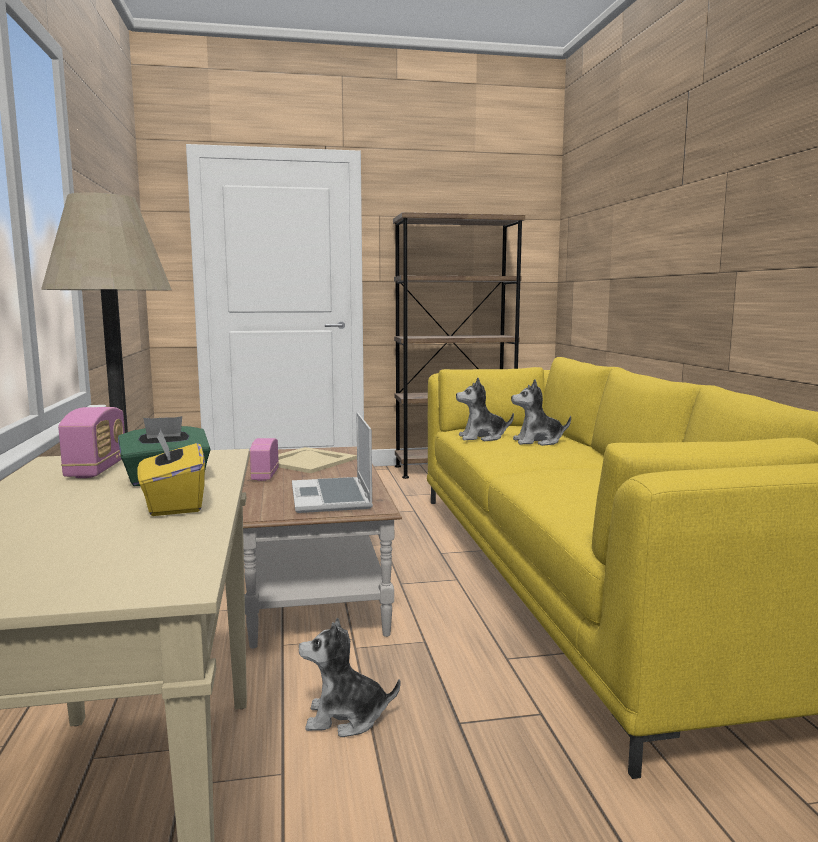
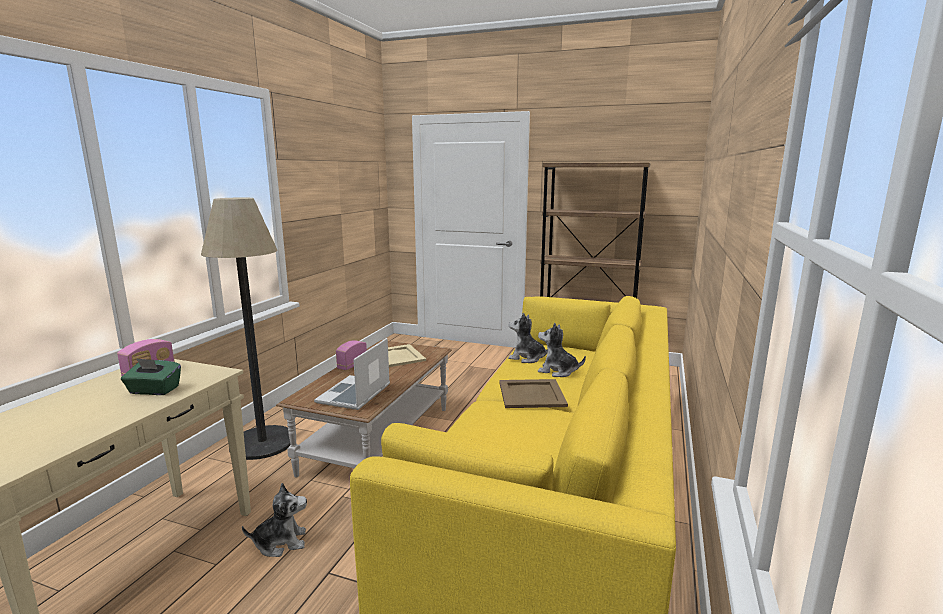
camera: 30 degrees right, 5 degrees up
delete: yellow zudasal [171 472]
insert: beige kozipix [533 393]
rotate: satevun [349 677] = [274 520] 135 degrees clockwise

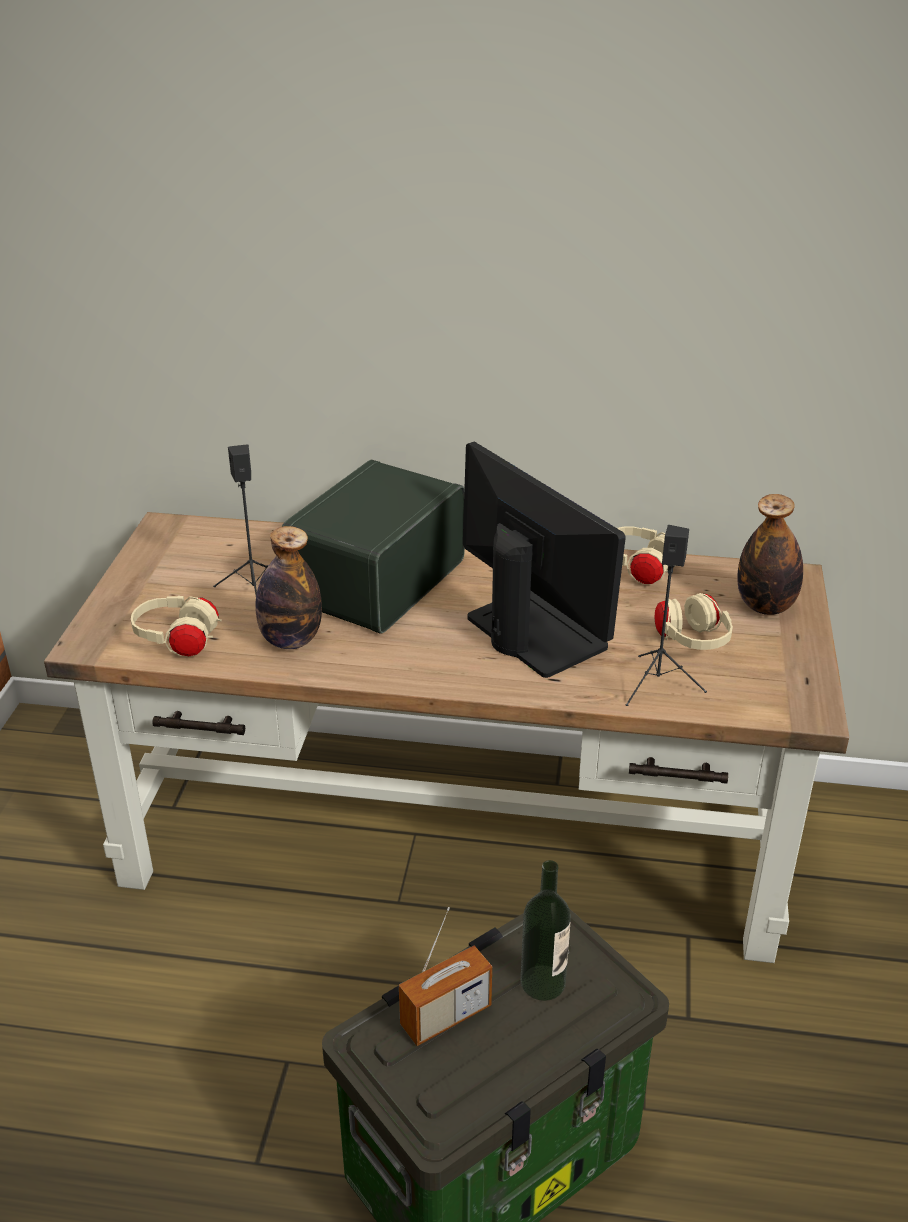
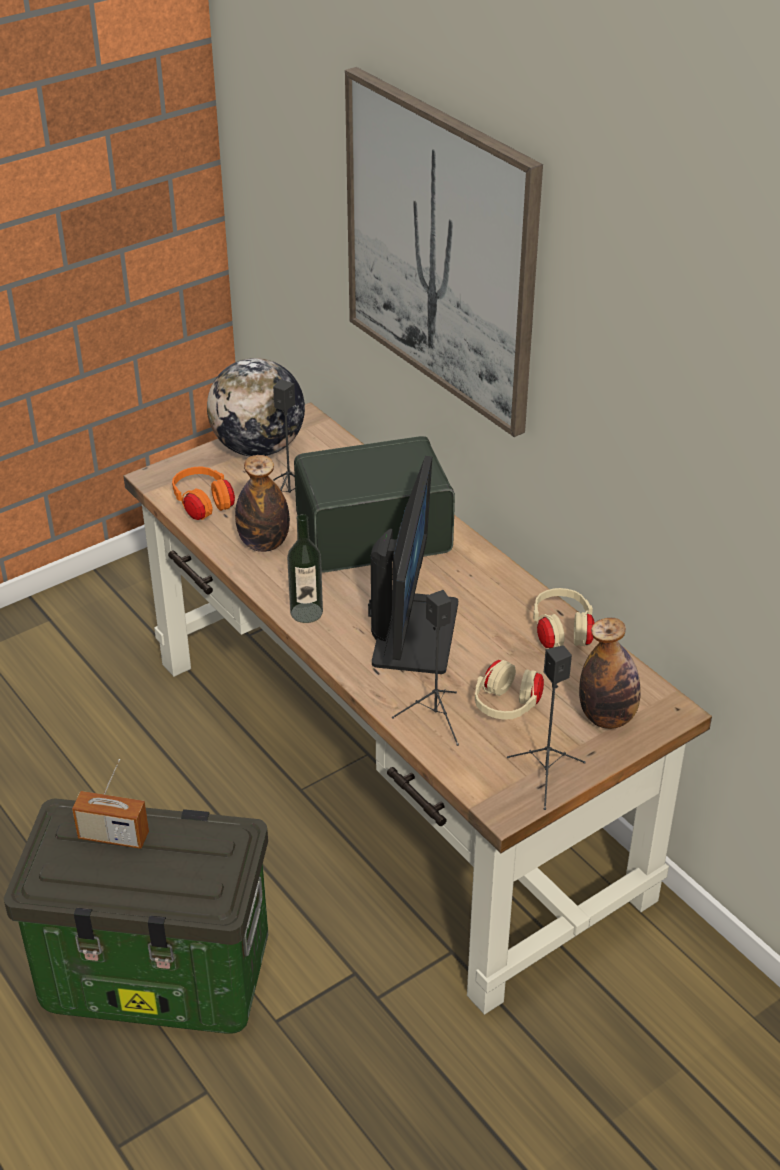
camera: 45 degrees right, 5 degrees up
insert: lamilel [256 407]; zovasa [444 252]; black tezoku [546 727]
move: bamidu [545 930] to [305 568]
recolor: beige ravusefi [176 626] to orange ravusefi [203 493]

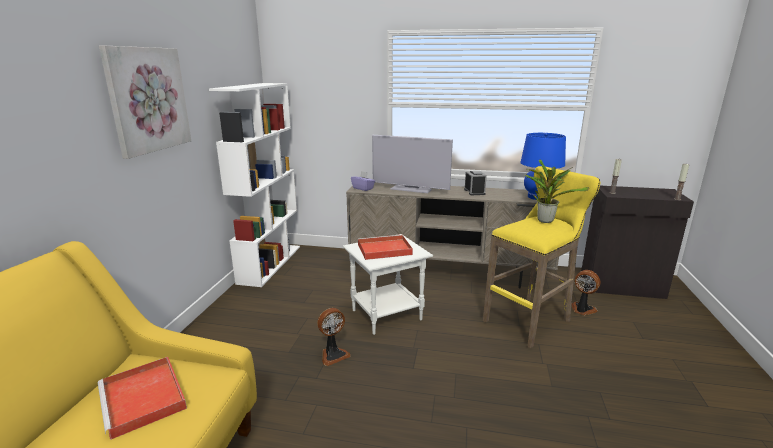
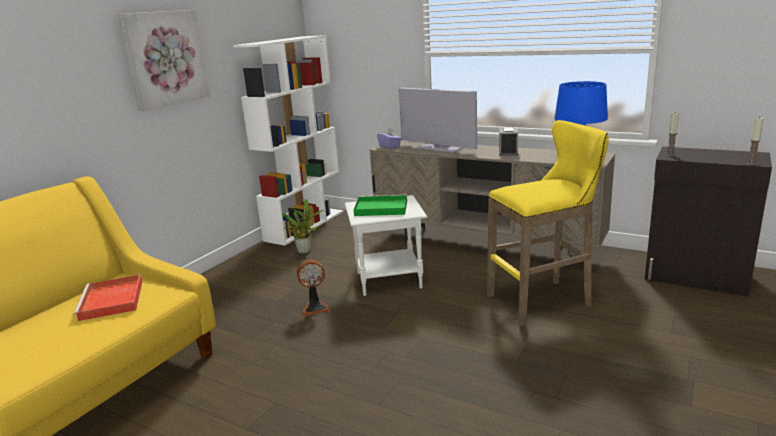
camera: 20 degrees right, 0 degrees up
delete: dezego [586 292]
move: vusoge [557 191] to [303 226]
recolor: red kozipix [385 247] to green kozipix [380 205]

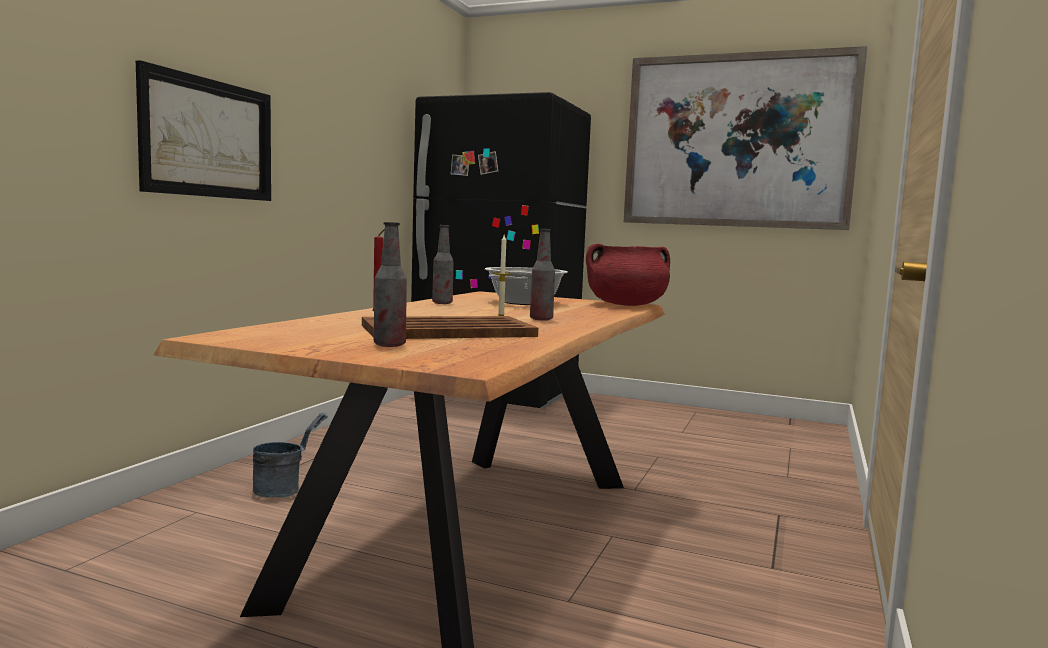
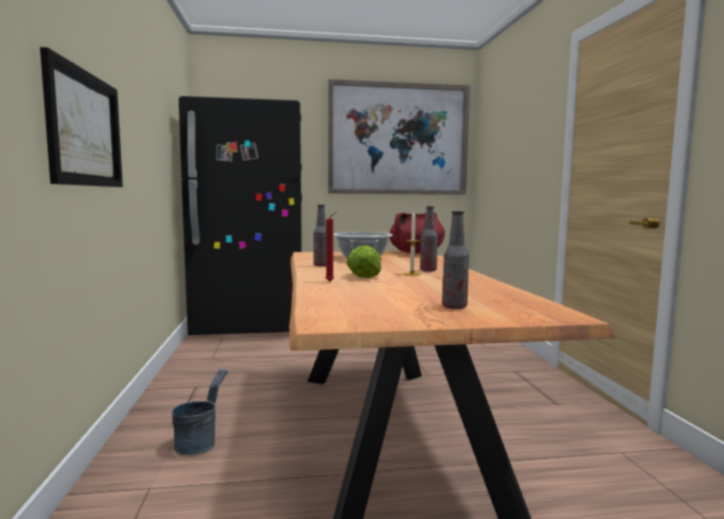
camera: 30 degrees left, 0 degrees up
delete: brown kozipix [450 327]
insert: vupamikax [363 262]

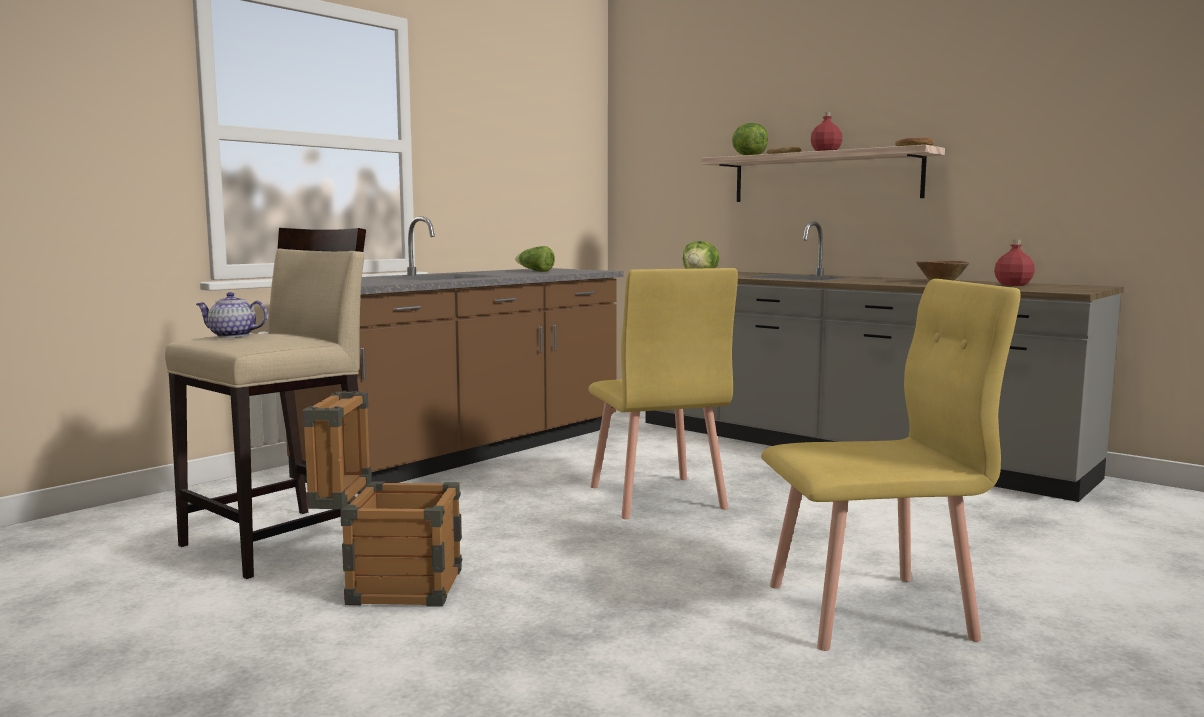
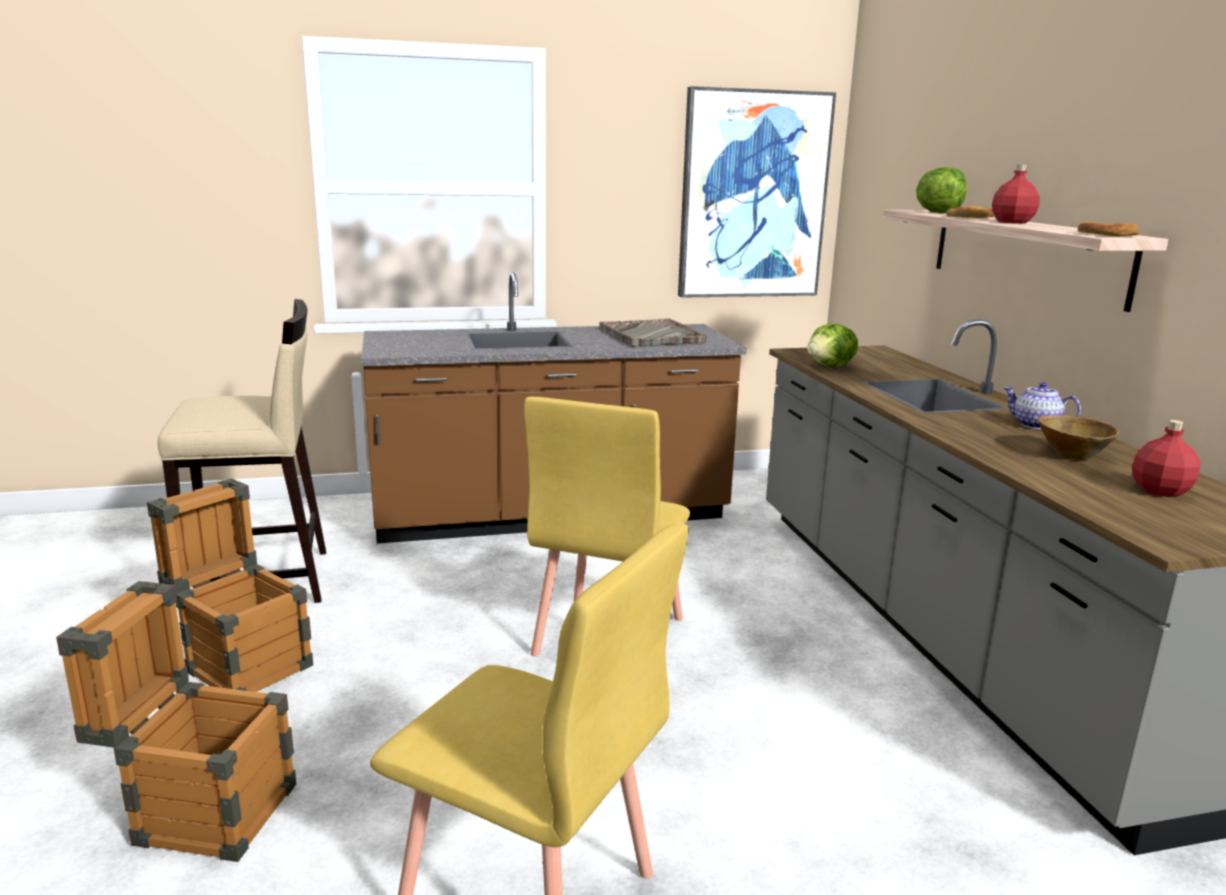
camera: 35 degrees right, 10 degrees up
insert: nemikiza [176 721]; zovasa [757 192]
move: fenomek [232 315] to [1042 406]
replace: vupamikax [535 259] to grey kozipix [652 332]

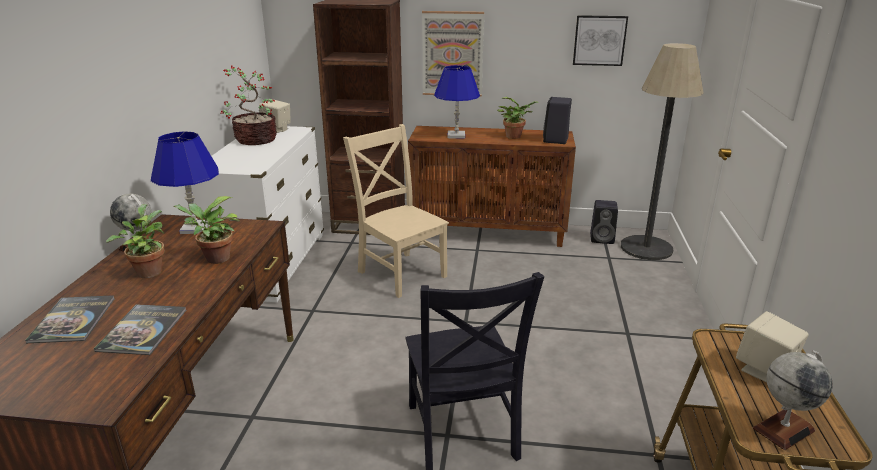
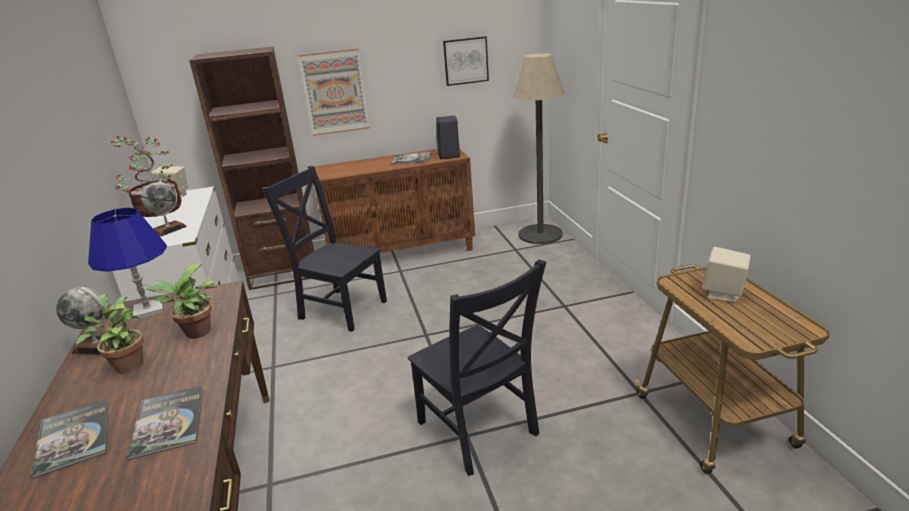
camera: 20 degrees left, 0 degrees up
delete: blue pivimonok [457 101]; black tezoku [604 222]
move: lamilel [793 400] to [164 208]
replace: vusoge [518 118] to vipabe [411 158]
recolor: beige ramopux [396 211] to black ramopux [324 249]

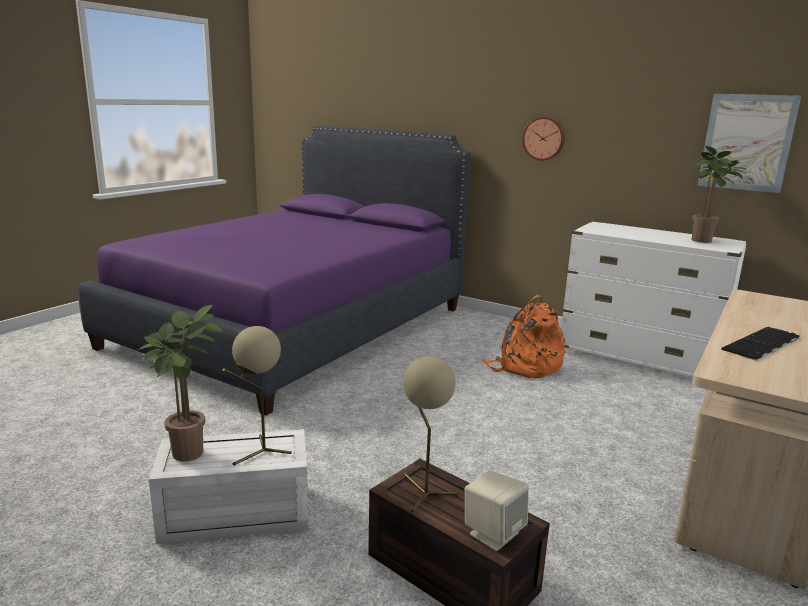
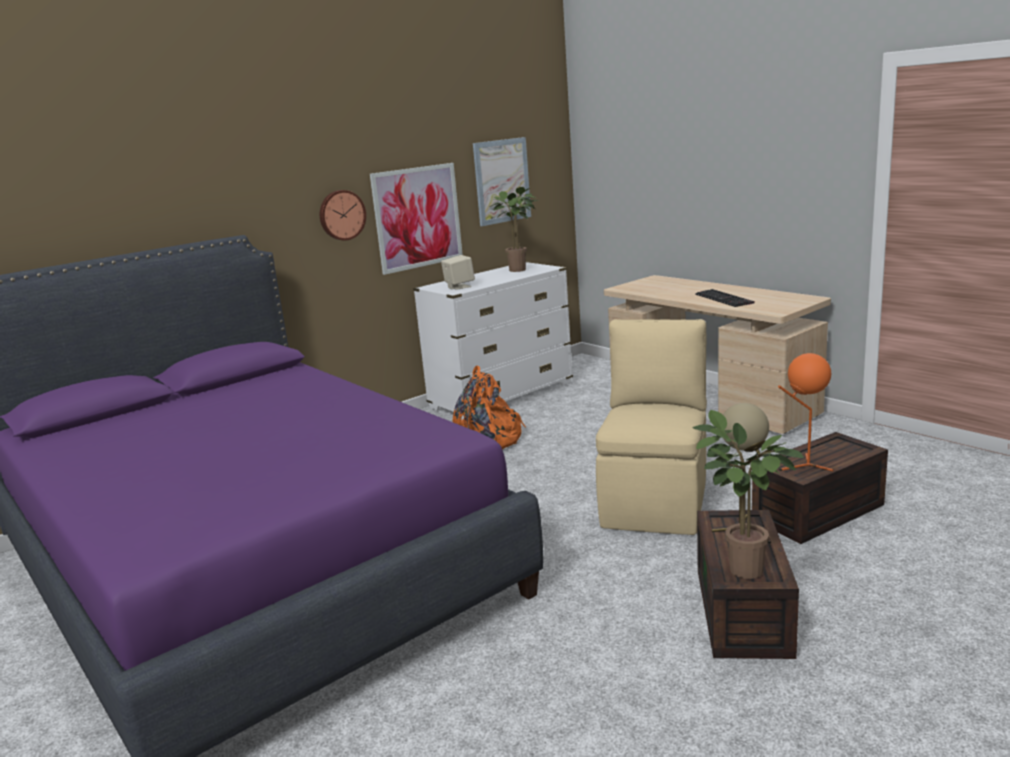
camera: 70 degrees left, 0 degrees up
insert: zovasa [416 219]; beige ramopux [651 427]
move: beige tezoku [497 510] to [458 272]
recolor: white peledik [228 486] to brown peledik [748 584]; beige pivimonok [430 434] to orange pivimonok [805 412]

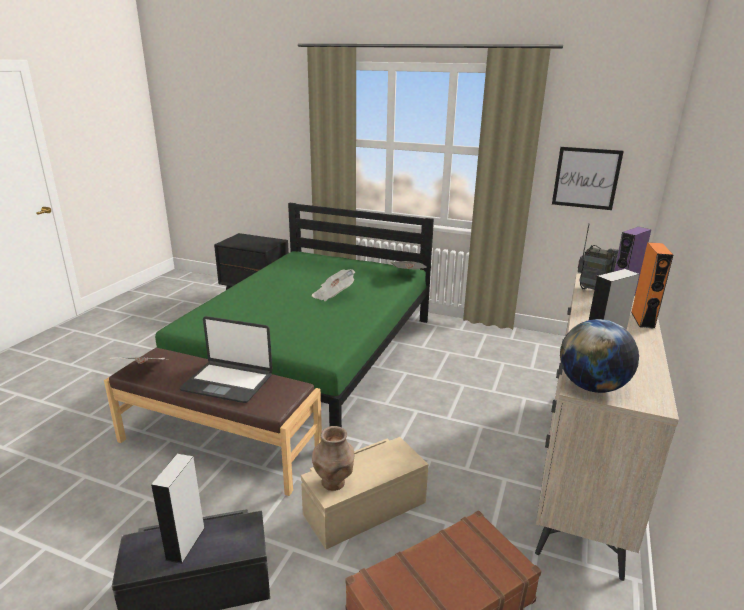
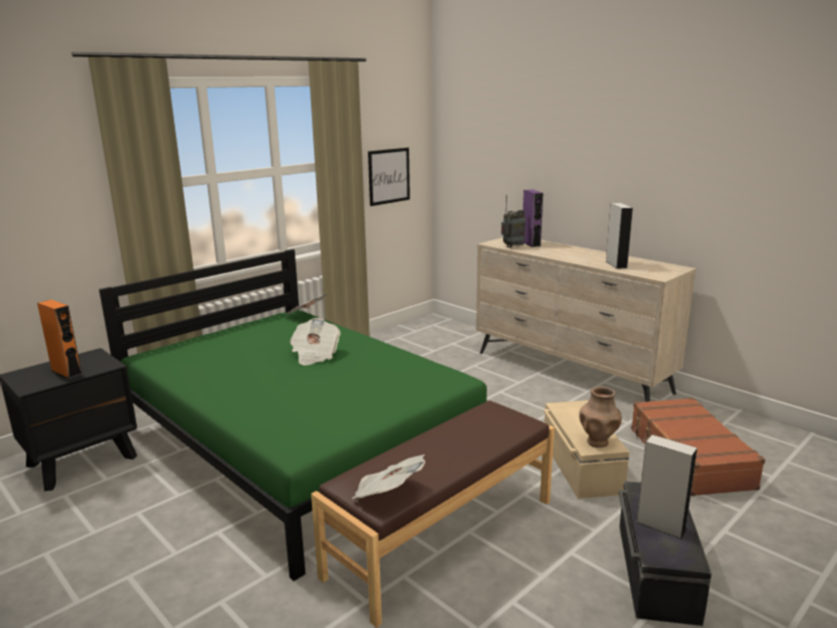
camera: 65 degrees left, 5 degrees down
delete: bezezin [226 359]; lamilel [599 356]
move: orange tezoku [652 285] to [59 339]

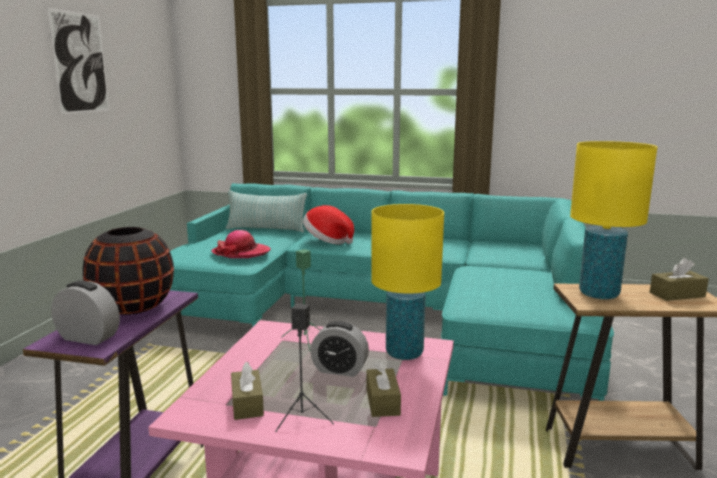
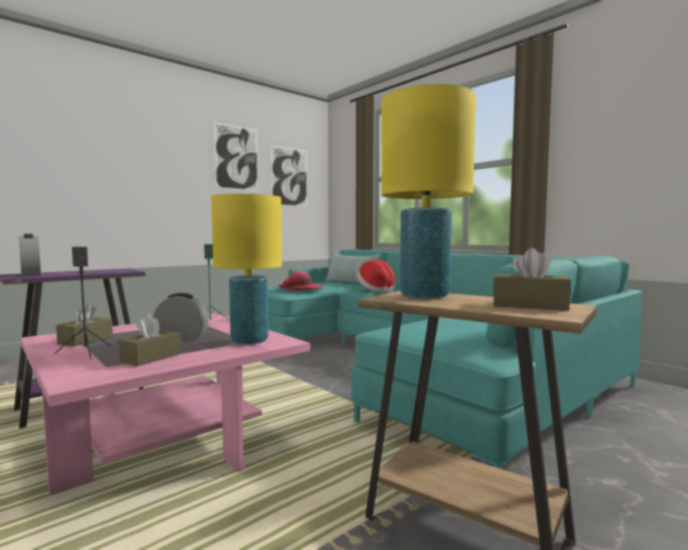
camera: 35 degrees right, 10 degrees down
delete: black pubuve [128 271]
insert: zovasa [289 176]
rotate: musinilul [339 349] = [181 317] 135 degrees clockwise

